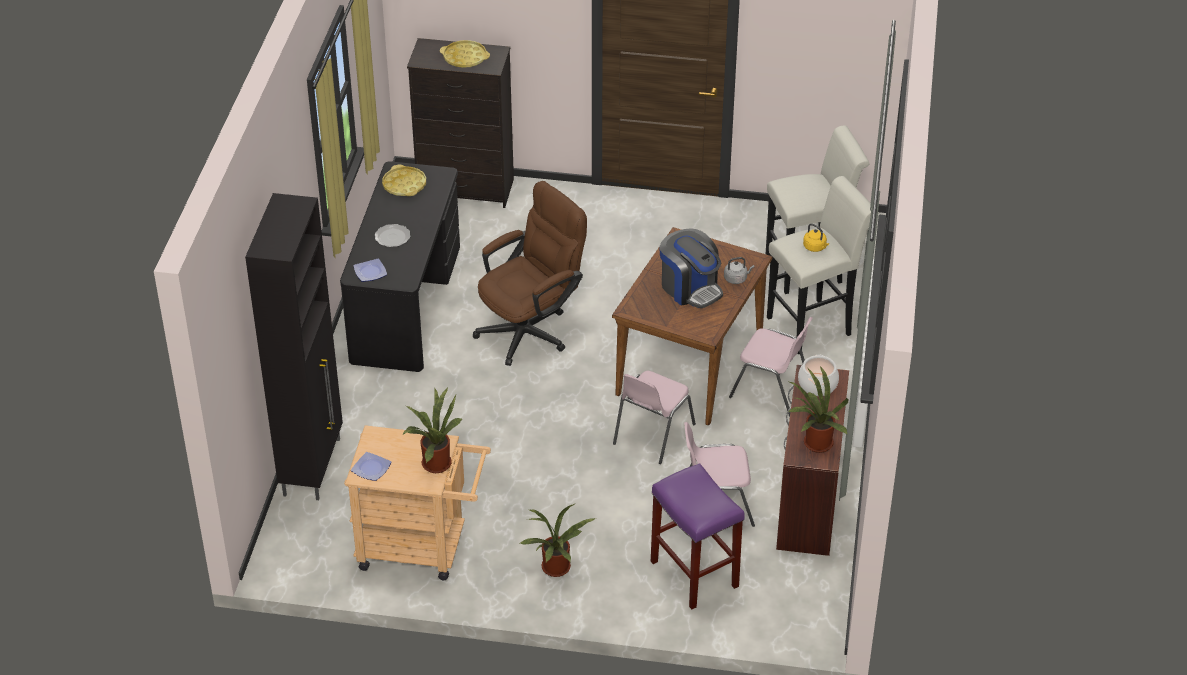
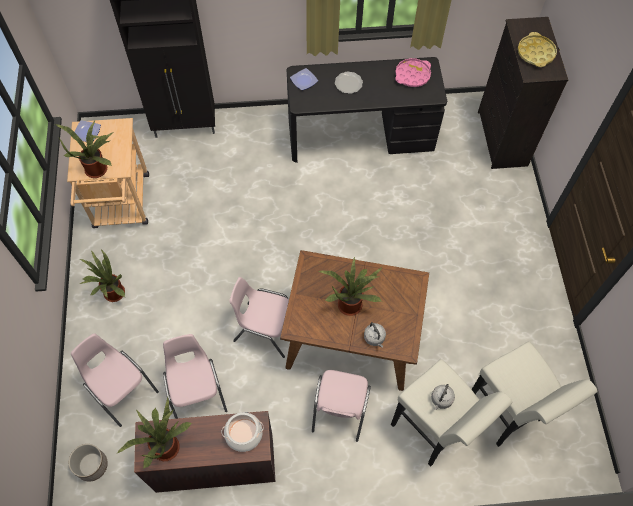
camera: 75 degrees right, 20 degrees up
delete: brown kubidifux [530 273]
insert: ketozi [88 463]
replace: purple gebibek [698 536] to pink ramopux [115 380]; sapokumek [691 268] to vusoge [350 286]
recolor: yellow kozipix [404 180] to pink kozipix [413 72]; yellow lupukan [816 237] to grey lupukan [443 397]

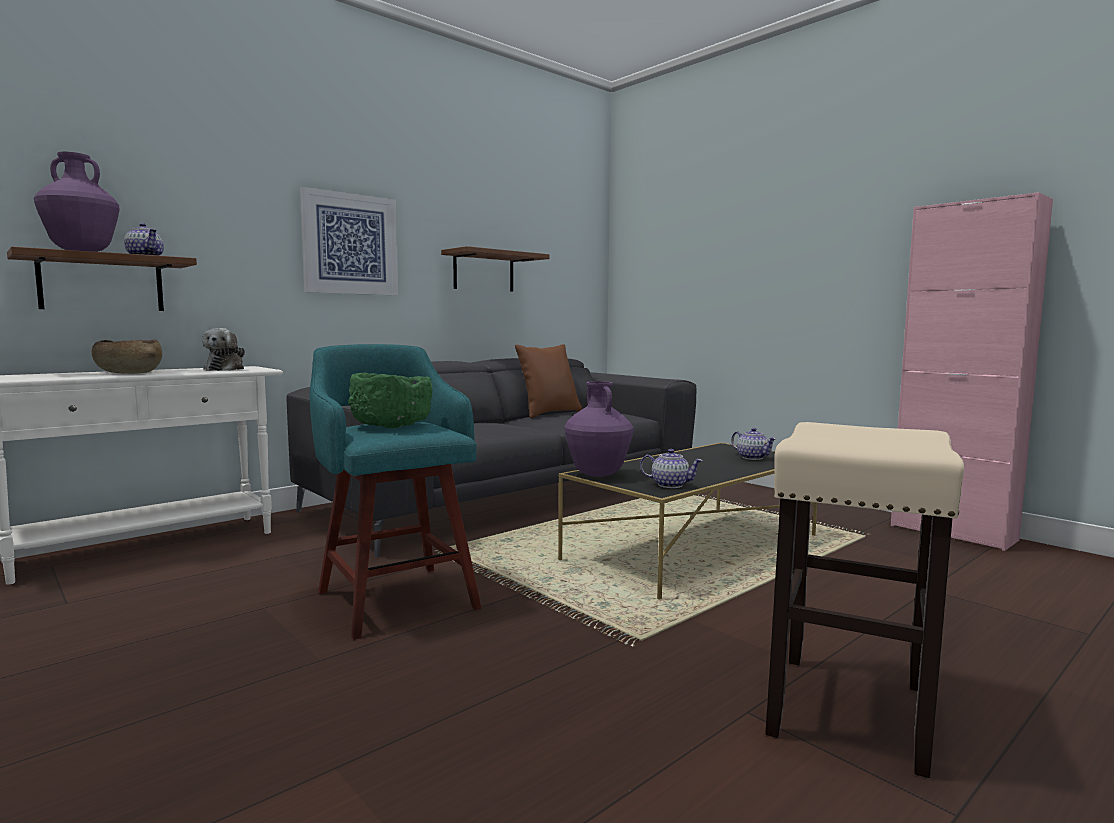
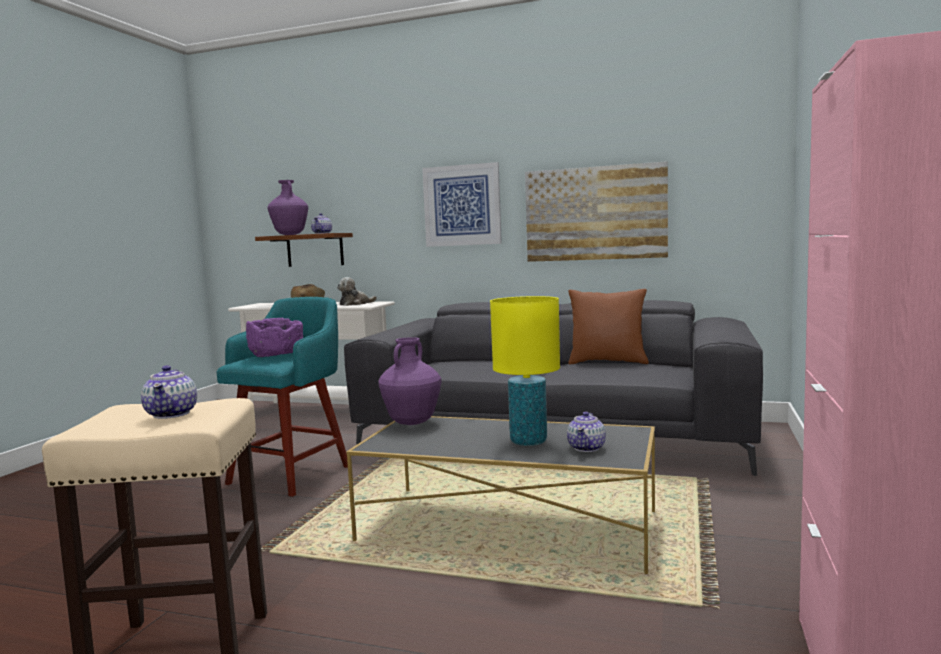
camera: 60 degrees right, 0 degrees up
insert: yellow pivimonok [525 371]
move: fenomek [671 468] to [169 392]
replace: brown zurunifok [495 269] to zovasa [596 211]
recolor: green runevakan [390 400] to purple runevakan [274 337]

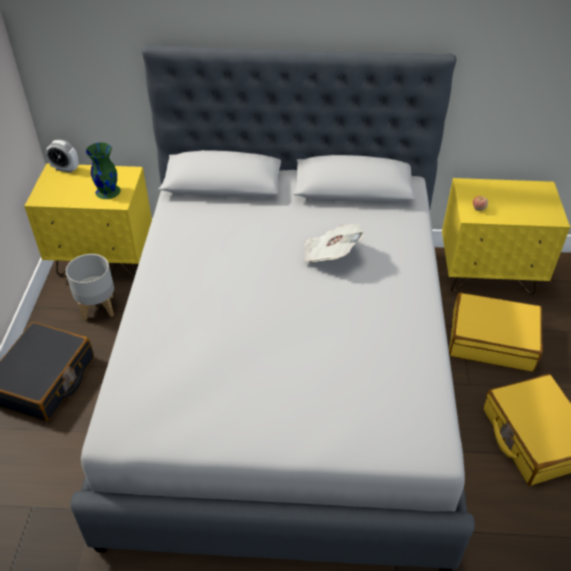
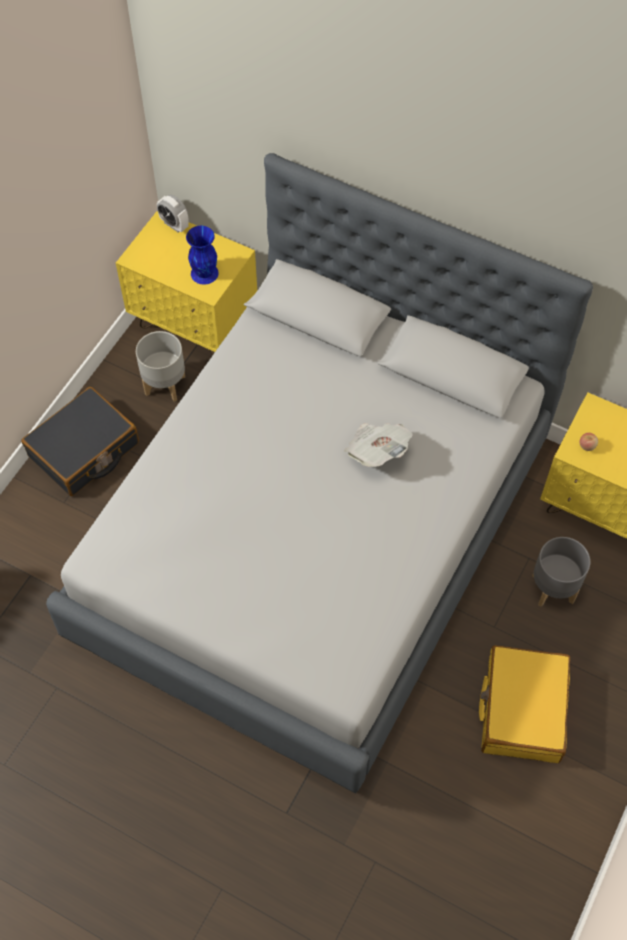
camera: 25 degrees right, 15 degrees up
replace: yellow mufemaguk [496 332] to grey ketozi [561 572]
recolor: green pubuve [103 171] to blue pubuve [202 255]

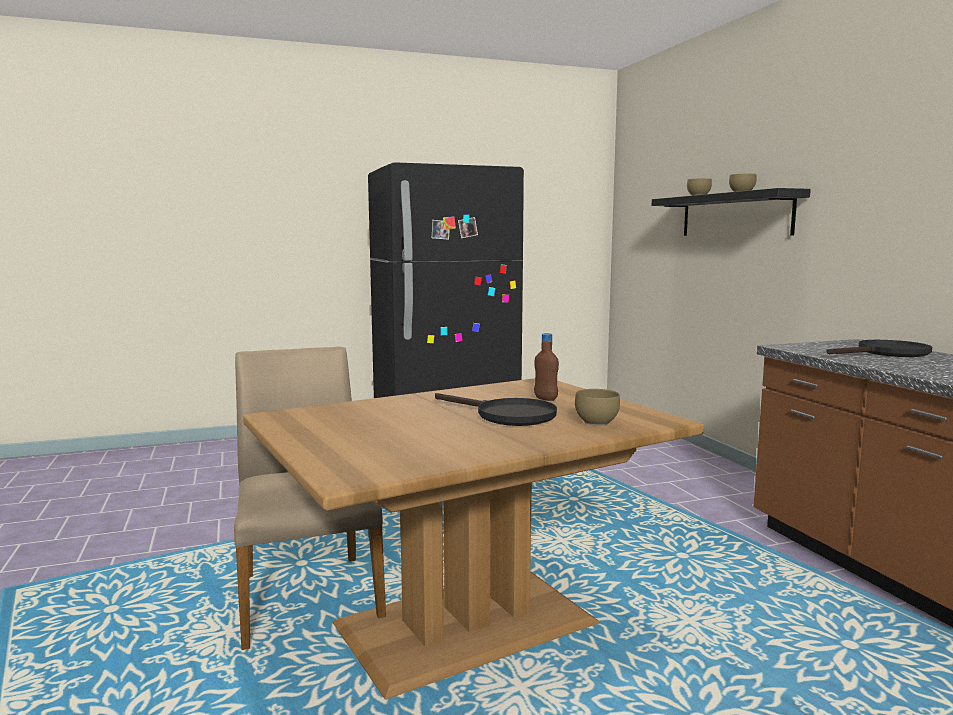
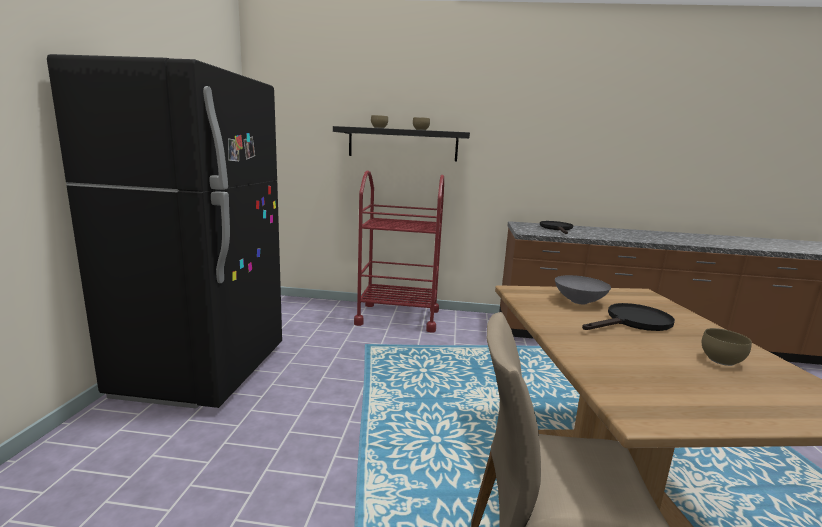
camera: 65 degrees left, 5 degrees up
insert: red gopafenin [399 251]
move: brown runevakan [597 407] to [727 347]
replace: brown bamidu [546 367] to grey runevakan [583 289]

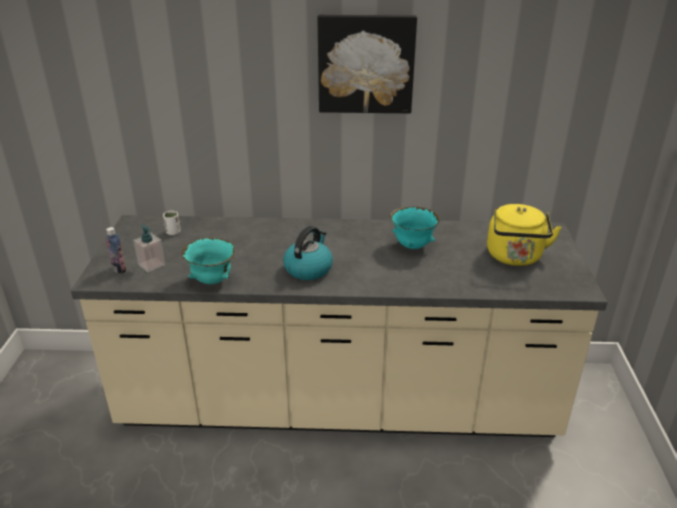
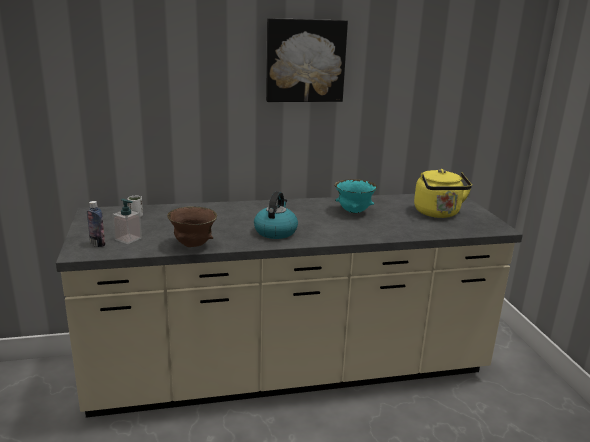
camera: 15 degrees left, 10 degrees down
recolor: turquoise runevakan [208 260] to brown runevakan [192 227]

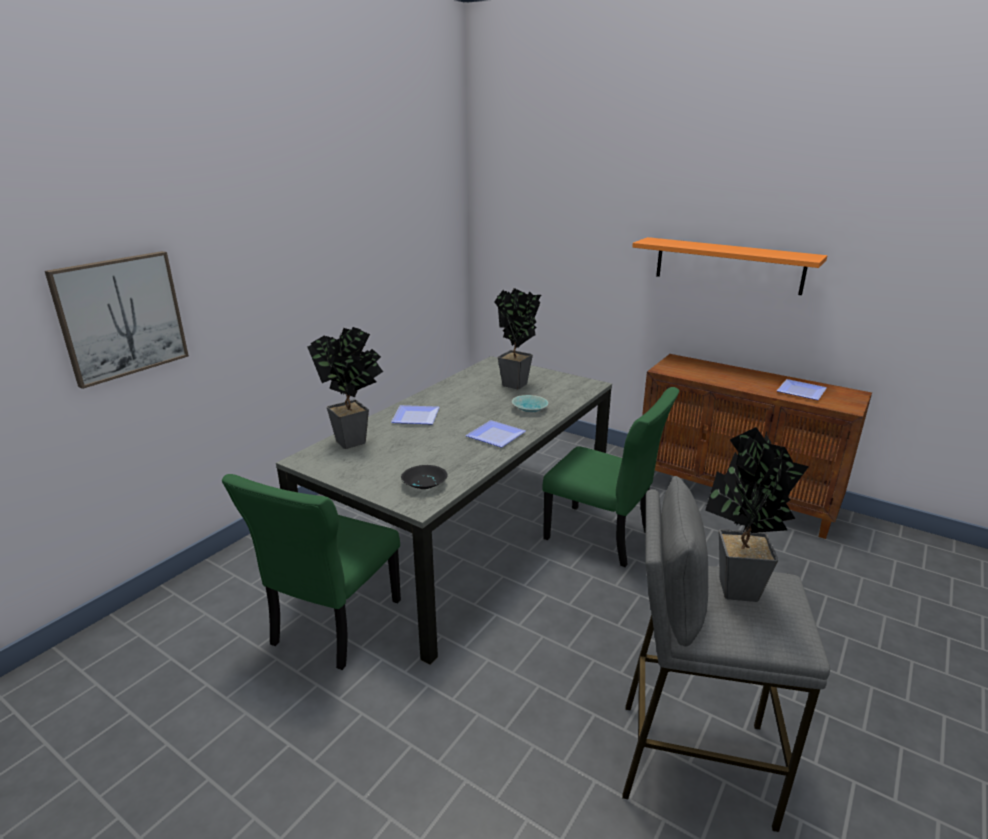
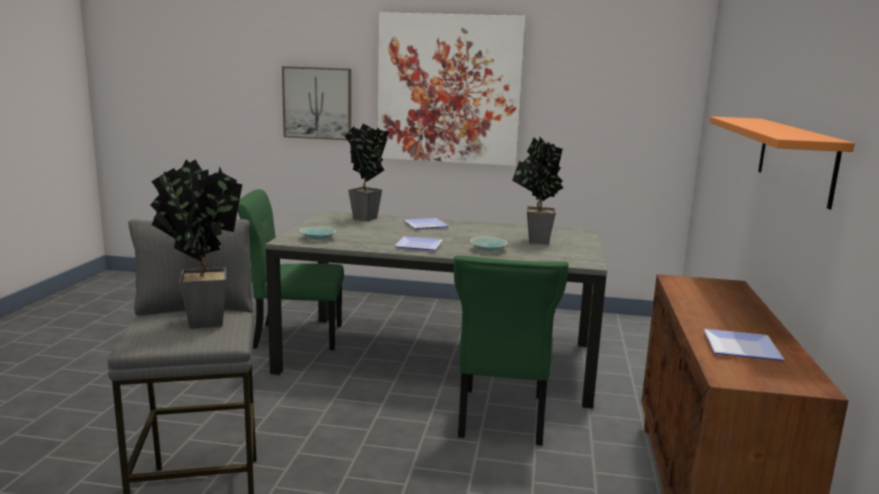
camera: 65 degrees right, 10 degrees down
insert: zovasa [452 89]
recolor: black runevakan [424 477] to turquoise runevakan [317 233]

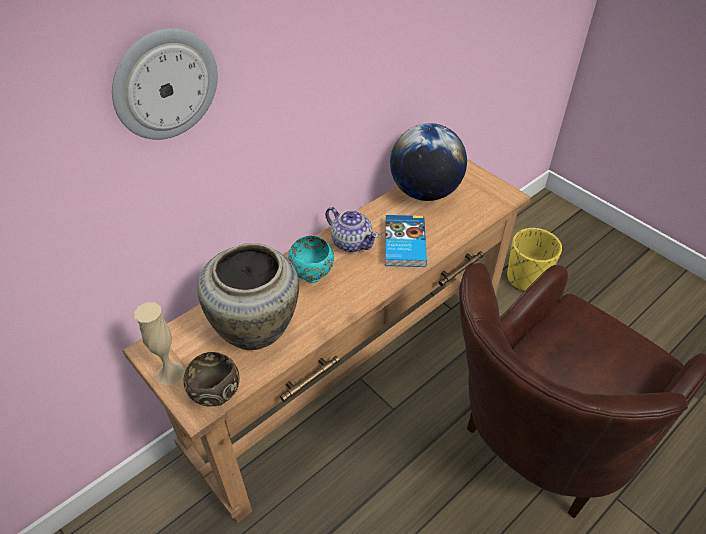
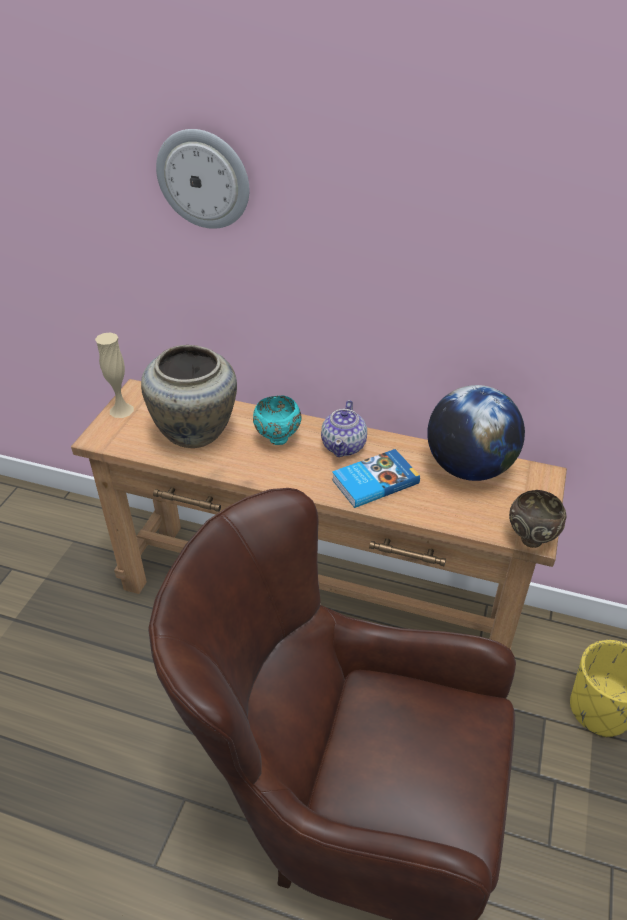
camera: 60 degrees right, 5 degrees down
move: brown runevakan [212 379] to [538 519]

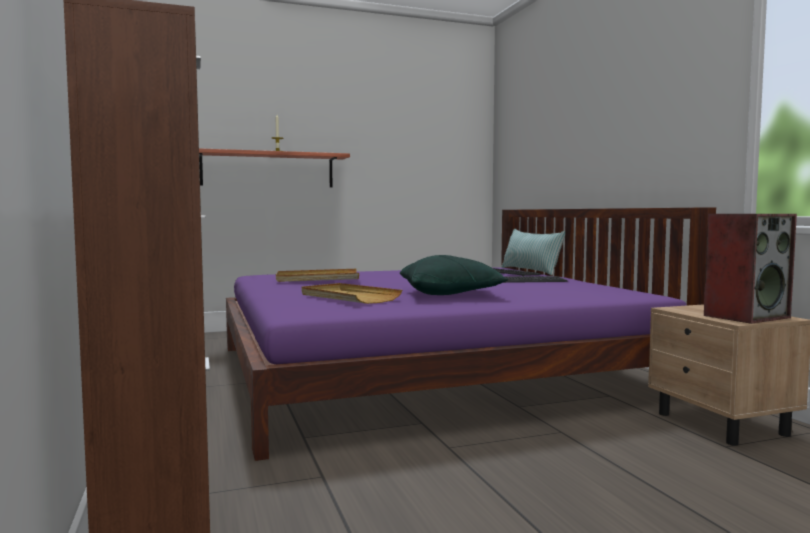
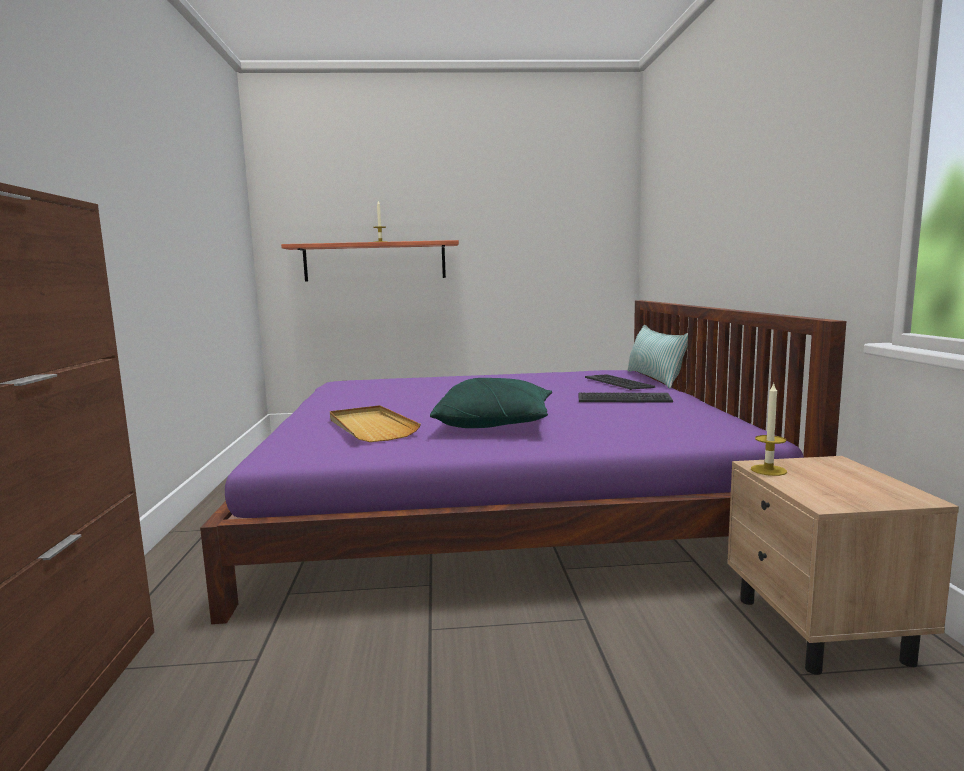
camera: 15 degrees right, 5 degrees up
delete: beige kozipix [317 275]; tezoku [750 269]
insert: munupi [769 430]

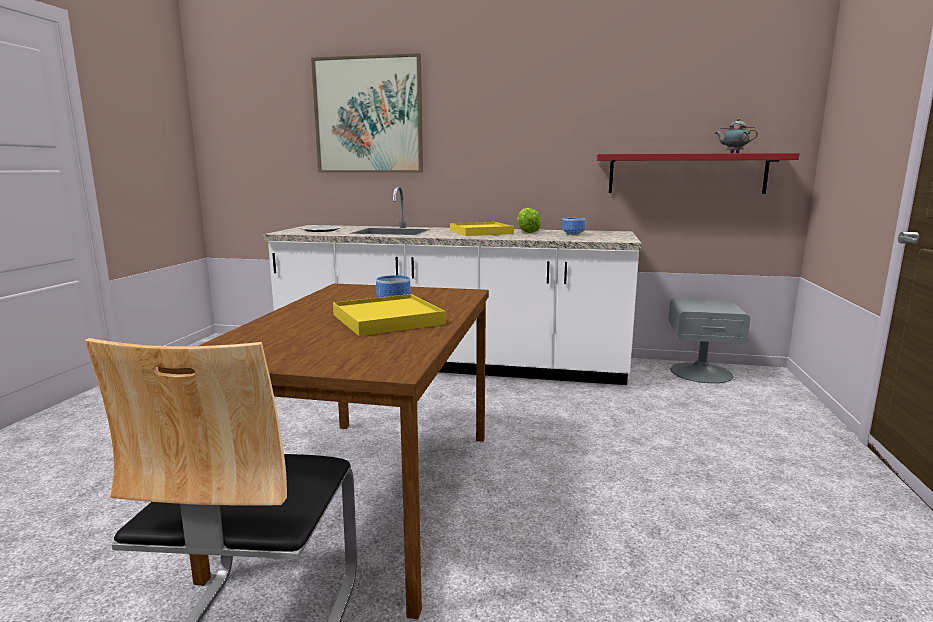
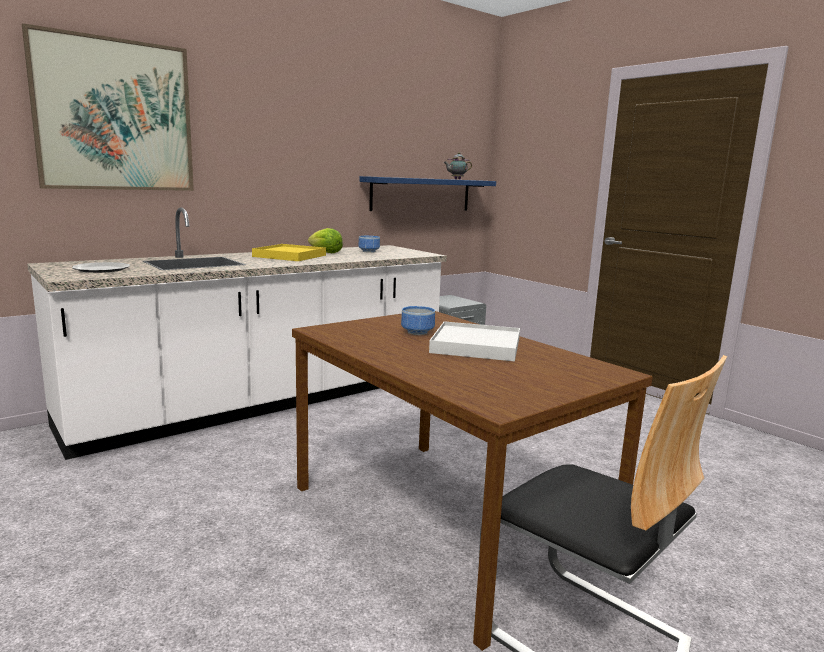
camera: 50 degrees left, 0 degrees up
recolor: yellow kozipix [389 315] to white kozipix [474 341]; red zurunifok [697 173] to blue zurunifok [427 193]

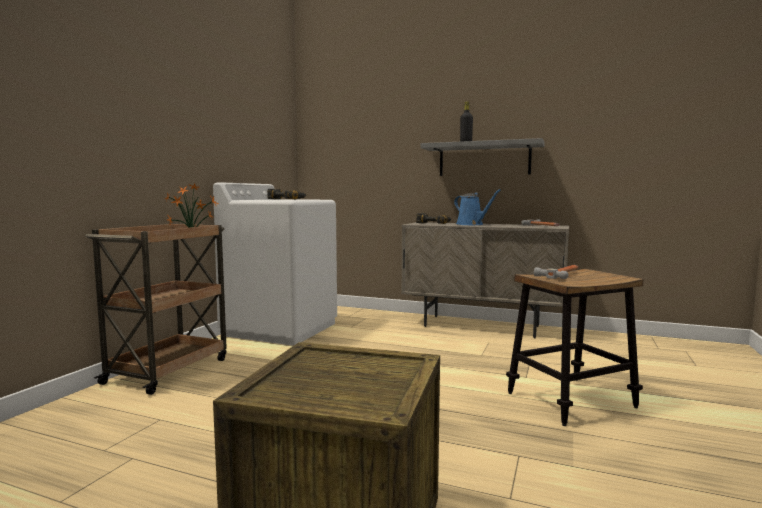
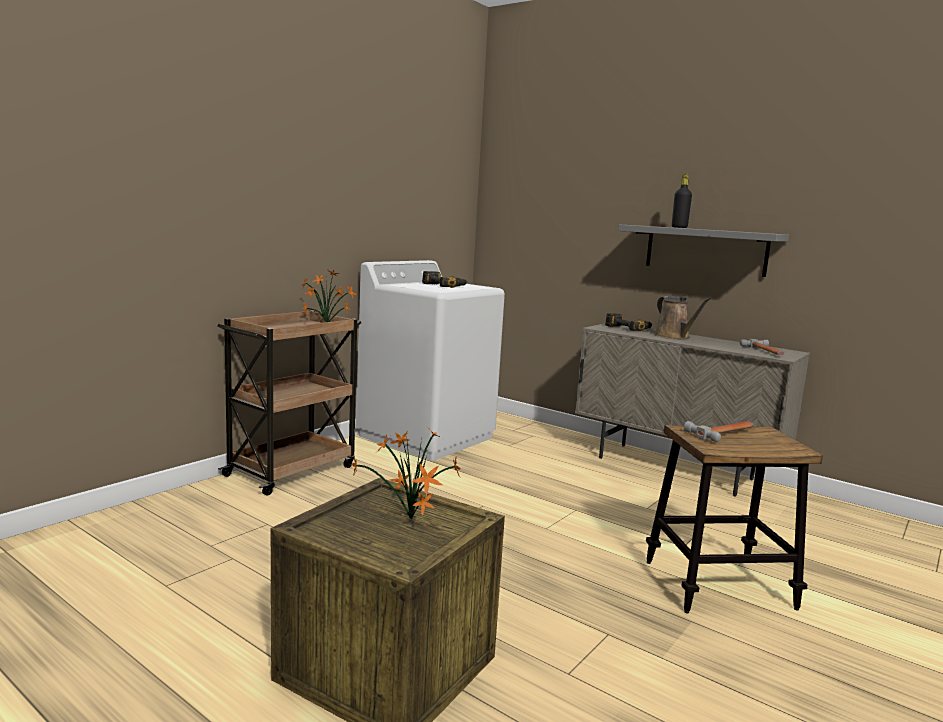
camera: 15 degrees right, 5 degrees up
insert: vusoge [406 473]
recolor: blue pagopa [477 207] to brown pagopa [682 318]

